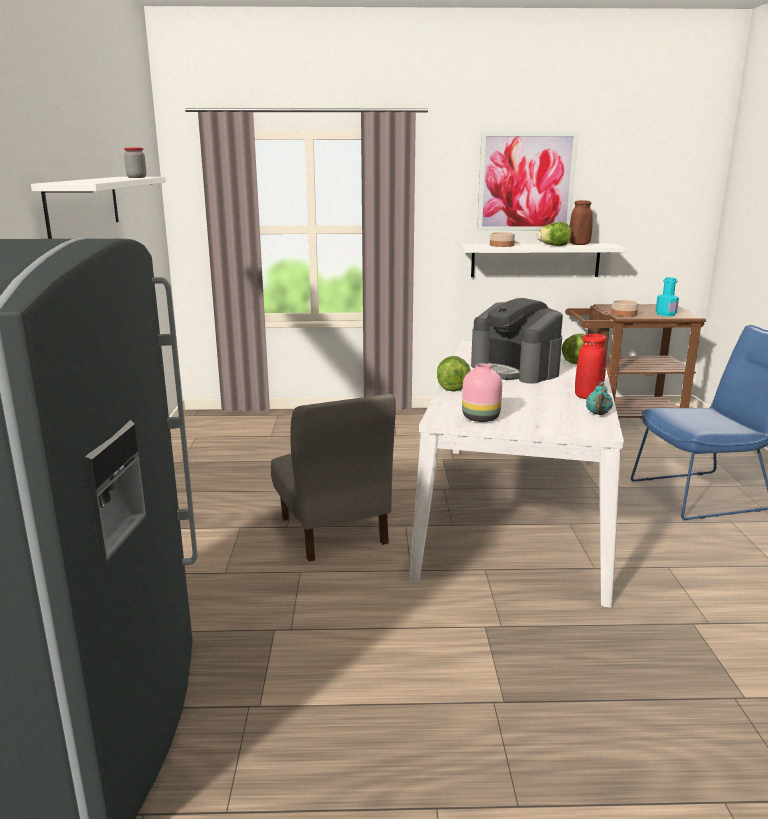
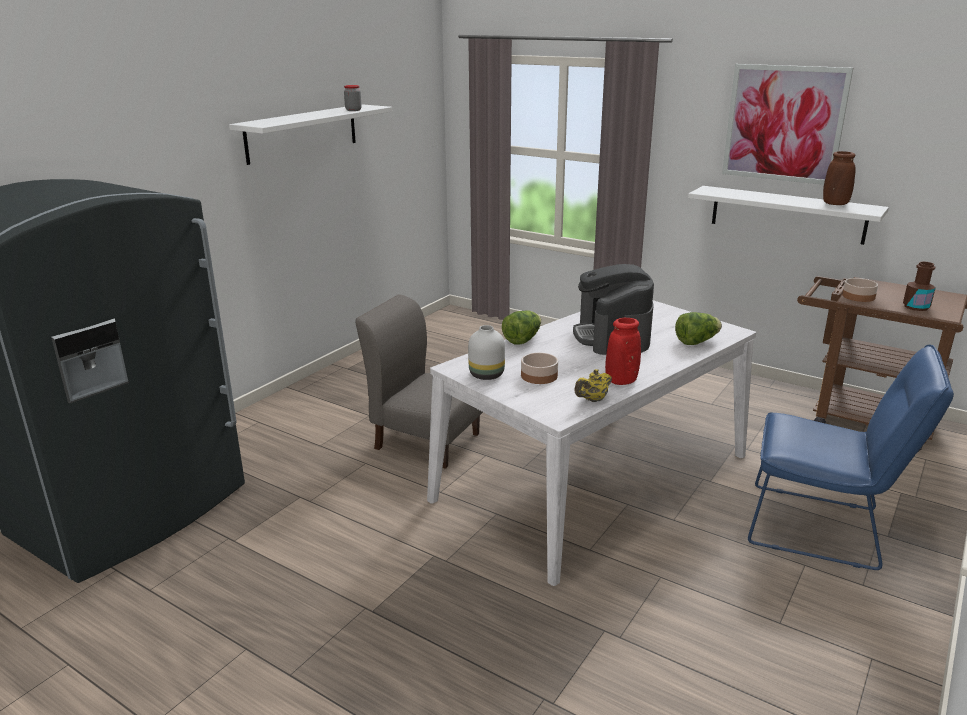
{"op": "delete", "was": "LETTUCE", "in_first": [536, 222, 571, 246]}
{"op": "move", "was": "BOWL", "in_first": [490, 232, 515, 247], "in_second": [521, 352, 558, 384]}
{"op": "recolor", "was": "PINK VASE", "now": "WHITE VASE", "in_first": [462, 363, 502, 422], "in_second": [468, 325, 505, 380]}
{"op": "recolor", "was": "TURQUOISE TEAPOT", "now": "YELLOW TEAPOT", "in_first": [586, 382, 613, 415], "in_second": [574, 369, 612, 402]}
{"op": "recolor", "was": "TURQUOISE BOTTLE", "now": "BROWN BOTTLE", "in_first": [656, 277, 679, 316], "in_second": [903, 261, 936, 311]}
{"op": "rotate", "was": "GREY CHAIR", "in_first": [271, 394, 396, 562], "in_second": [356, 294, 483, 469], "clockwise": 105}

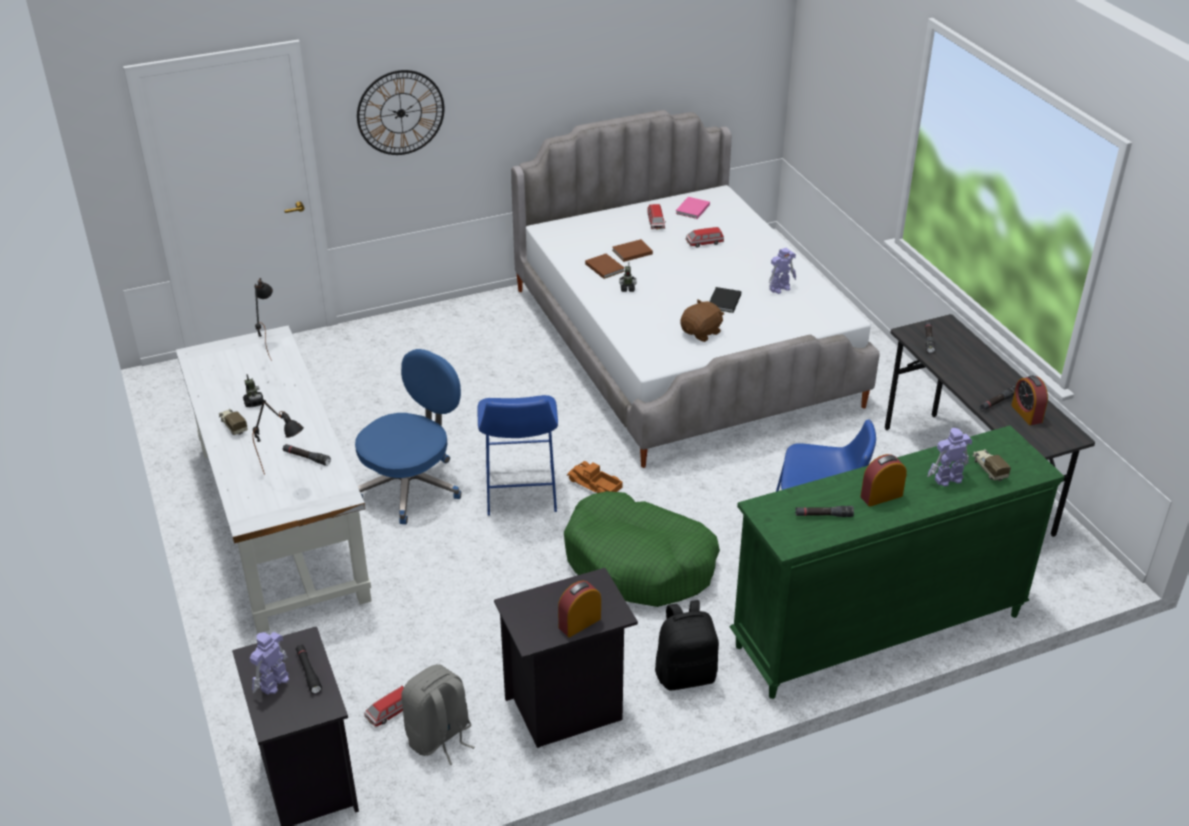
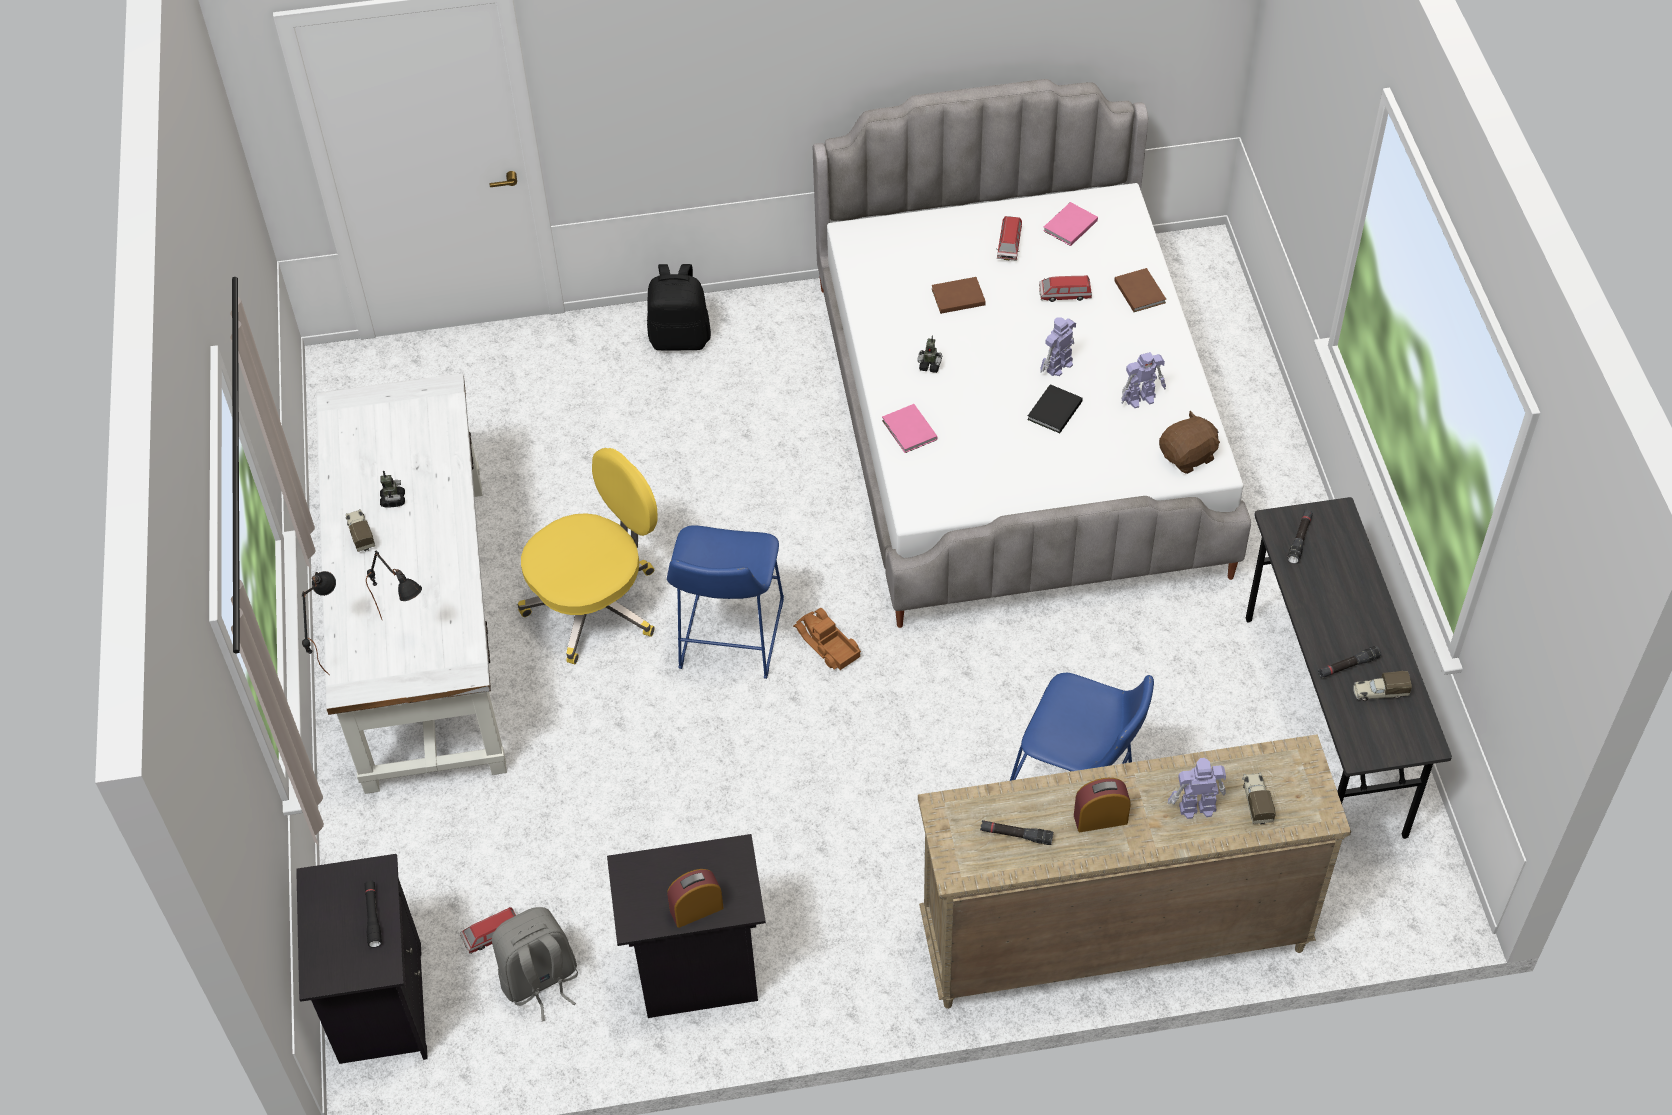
{"op": "delete", "was": "BLACK FLASHLIGHT", "in_first": [283, 444, 331, 466]}
{"op": "delete", "was": "WALL CLOCK", "in_first": [357, 70, 444, 155]}
{"op": "delete", "was": "GREEN DOG BED", "in_first": [564, 491, 720, 607]}
{"op": "insert", "now": "PINK BOOK", "in_second": [882, 404, 937, 453]}
{"op": "move", "was": "TOY ROBOT", "in_first": [250, 632, 289, 695], "in_second": [1040, 318, 1076, 376]}
{"op": "move", "was": "BLACK TABLE LAMP", "in_first": [255, 278, 273, 361], "in_second": [302, 571, 336, 675]}
{"op": "move", "was": "BROWN BOOK", "in_first": [585, 254, 625, 279], "in_second": [1114, 268, 1166, 312]}
{"op": "move", "was": "BLACK BACKPACK", "in_first": [655, 600, 719, 690], "in_second": [647, 264, 711, 350]}
{"op": "move", "was": "BROWN PLUSH TOY", "in_first": [680, 299, 724, 342], "in_second": [1159, 410, 1220, 474]}
{"op": "replace", "was": "ALARM CLOCK", "now": "TOY TRUCK", "in_first": [1011, 375, 1048, 425], "in_second": [1353, 671, 1412, 701]}
{"op": "recolor", "was": "BLUE OFFICE CHAIR", "now": "YELLOW OFFICE CHAIR", "in_first": [355, 349, 461, 524], "in_second": [518, 448, 658, 664]}
{"op": "recolor", "was": "GREEN DRESSER", "now": "BEIGE DRESSER", "in_first": [729, 425, 1065, 699], "in_second": [918, 734, 1351, 1009]}

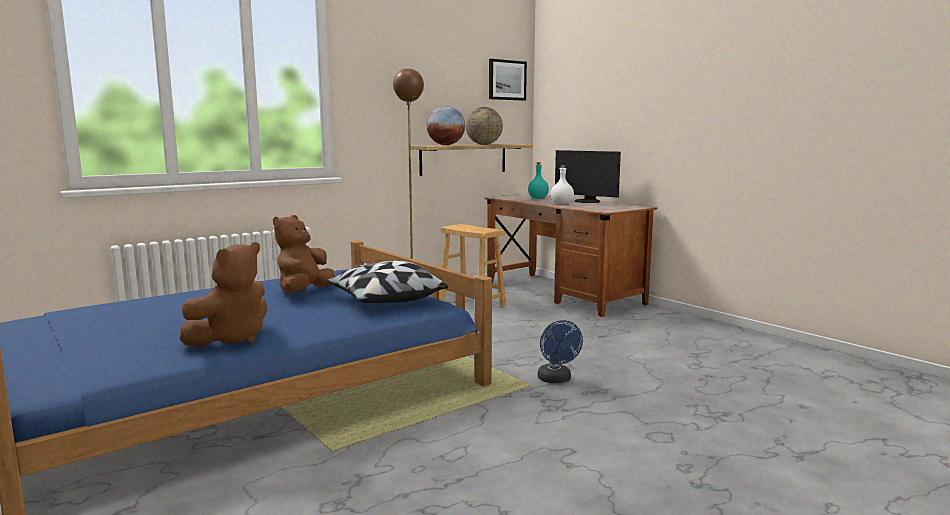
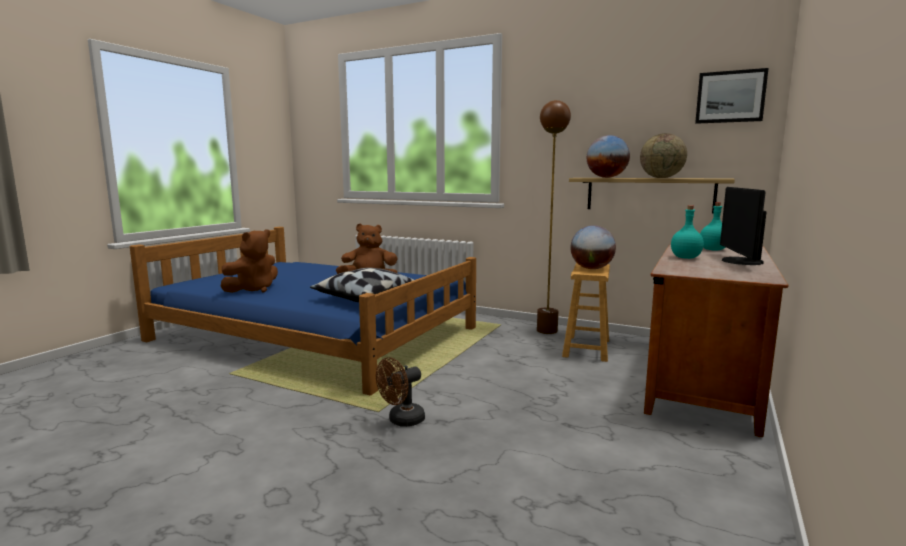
{"op": "insert", "now": "GLOBE", "in_second": [570, 225, 616, 269]}
{"op": "recolor", "was": "BLUE FAN", "now": "BROWN FAN", "in_first": [537, 320, 583, 383], "in_second": [376, 357, 425, 427]}
{"op": "recolor", "was": "WHITE BOTTLE", "now": "TURQUOISE BOTTLE", "in_first": [551, 165, 574, 205], "in_second": [671, 205, 704, 259]}
{"op": "rotate", "was": "BROWN PLUSH TOY", "in_first": [180, 242, 267, 347], "in_second": [221, 229, 278, 293], "clockwise": -60}

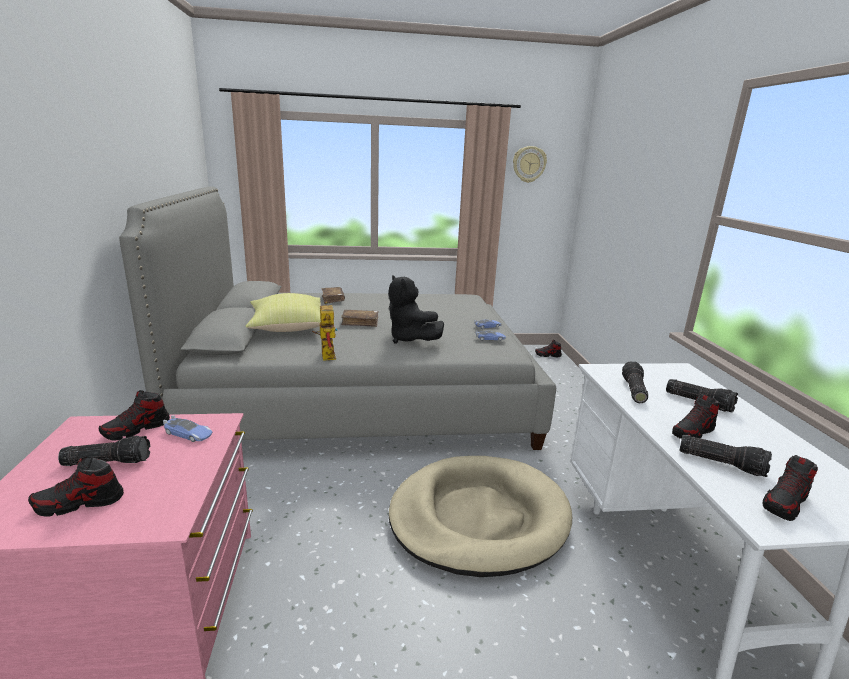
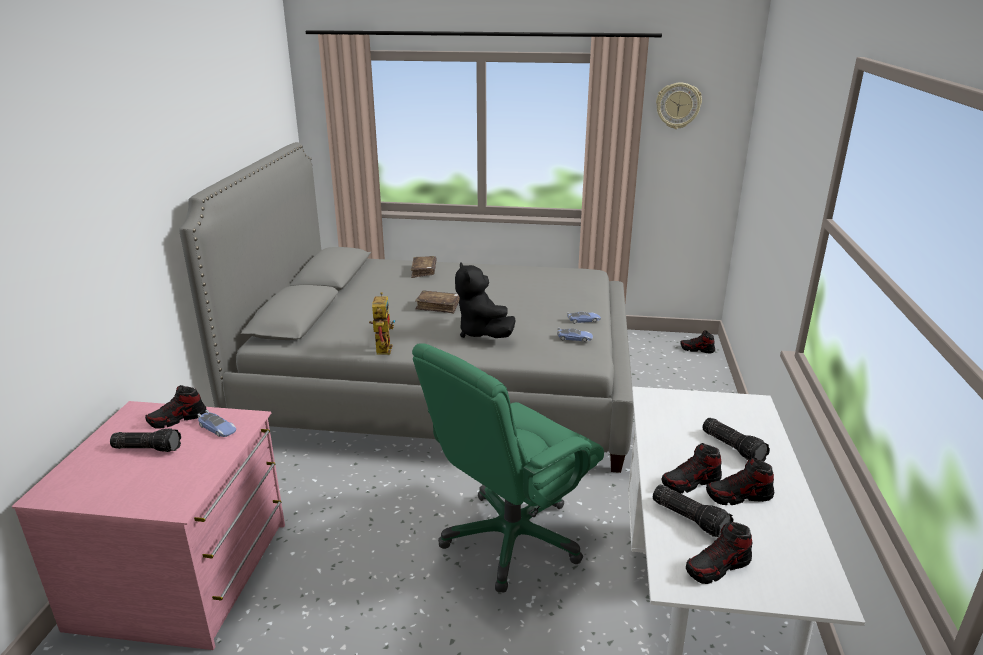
{"op": "delete", "was": "YELLOW PILLOW", "in_first": [246, 293, 321, 332]}
{"op": "delete", "was": "FLASHLIGHT", "in_first": [622, 361, 648, 403]}
{"op": "move", "was": "SHOE", "in_first": [28, 457, 124, 517], "in_second": [706, 457, 774, 505]}
{"op": "replace", "was": "BEIGE DOG BED", "now": "GREEN OFFICE CHAIR", "in_first": [388, 456, 572, 577], "in_second": [412, 343, 604, 593]}

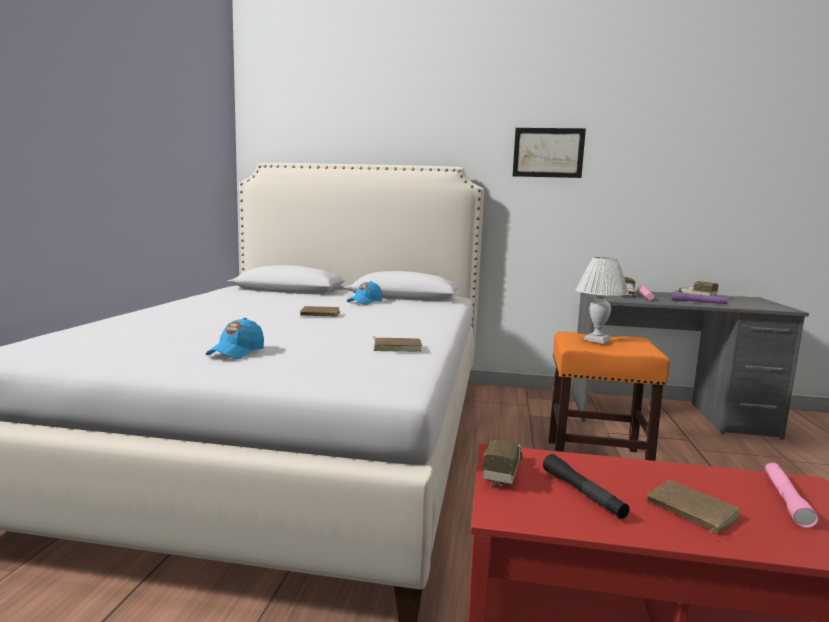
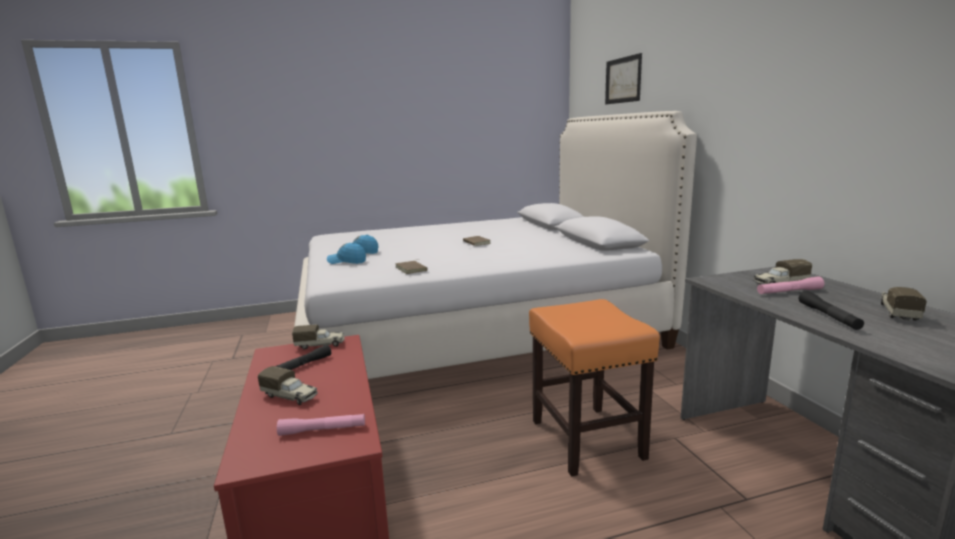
{"op": "delete", "was": "WHITE TABLE LAMP", "in_first": [576, 257, 629, 344]}
{"op": "move", "was": "BLUE CAP", "in_first": [347, 281, 382, 305], "in_second": [327, 242, 366, 264]}
{"op": "move", "was": "PICTURE", "in_first": [513, 128, 586, 178], "in_second": [605, 53, 642, 104]}
{"op": "replace", "was": "BROWN BOOK", "now": "TOY TRUCK", "in_first": [647, 480, 740, 533], "in_second": [258, 366, 318, 405]}
{"op": "recolor", "was": "PURPLE FLASHLIGHT", "now": "BLACK FLASHLIGHT", "in_first": [672, 292, 728, 304], "in_second": [799, 291, 864, 330]}

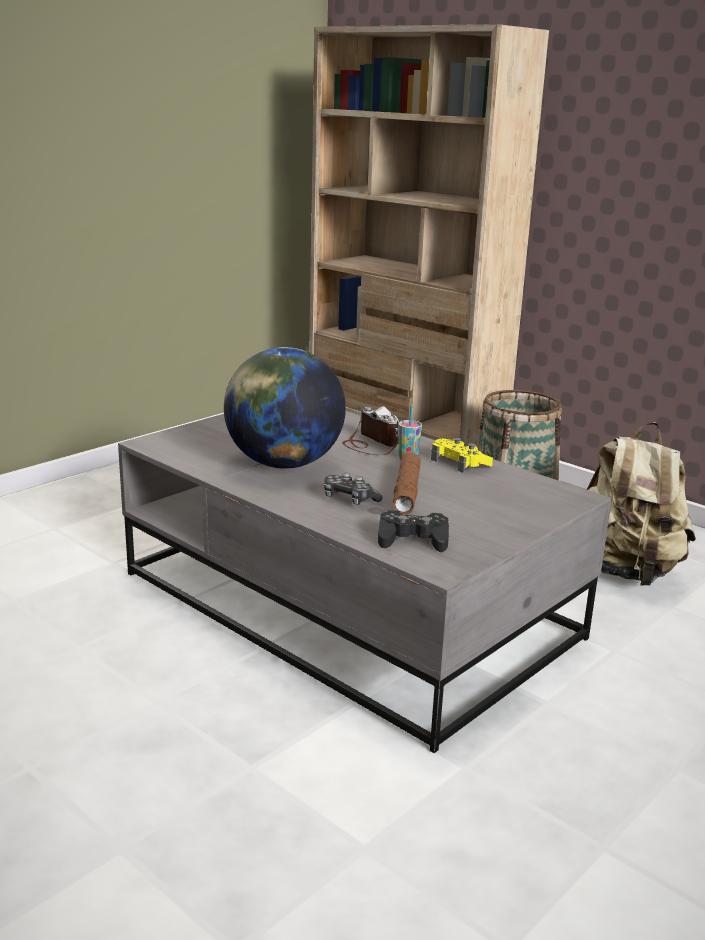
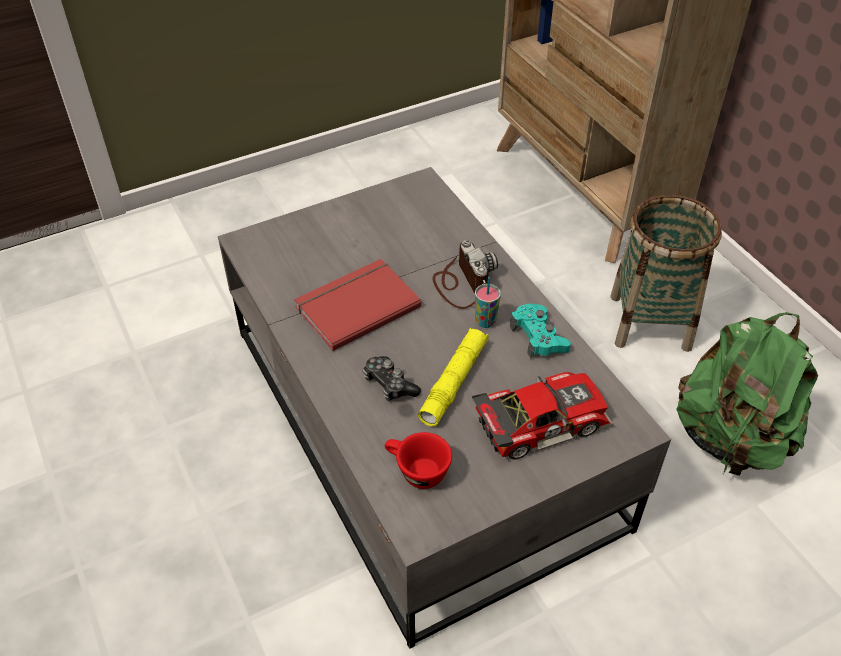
{"op": "insert", "now": "TOY CAR", "in_second": [472, 372, 614, 460]}
{"op": "replace", "was": "GLOBE", "now": "RED BOOK", "in_first": [224, 347, 346, 469], "in_second": [294, 259, 421, 351]}
{"op": "replace", "was": "BLACK GAME CONTROLLER", "now": "RED CUP", "in_first": [378, 510, 449, 552], "in_second": [385, 432, 452, 489]}
{"op": "recolor", "was": "BROWN FLASHLIGHT", "now": "YELLOW FLASHLIGHT", "in_first": [393, 453, 421, 515], "in_second": [418, 328, 489, 426]}
{"op": "recolor", "was": "YELLOW GAME CONTROLLER", "now": "TURQUOISE GAME CONTROLLER", "in_first": [431, 438, 493, 473], "in_second": [510, 303, 571, 358]}
{"op": "recolor", "was": "BEIGE BACKPACK", "now": "GREEN BACKPACK", "in_first": [587, 422, 696, 586], "in_second": [676, 312, 818, 476]}

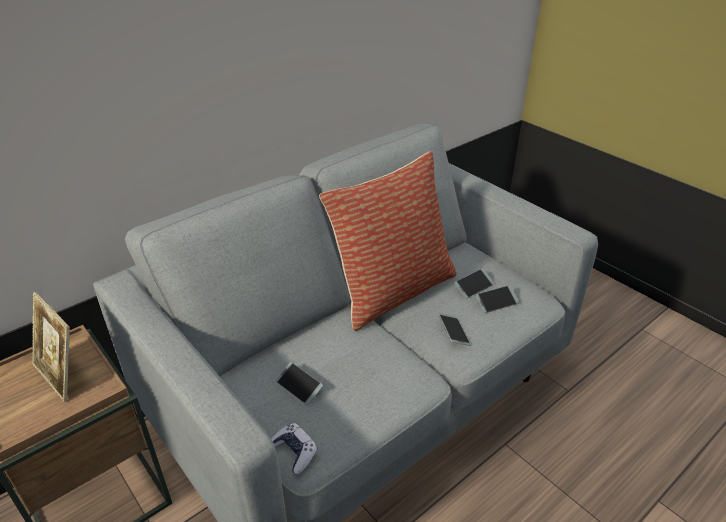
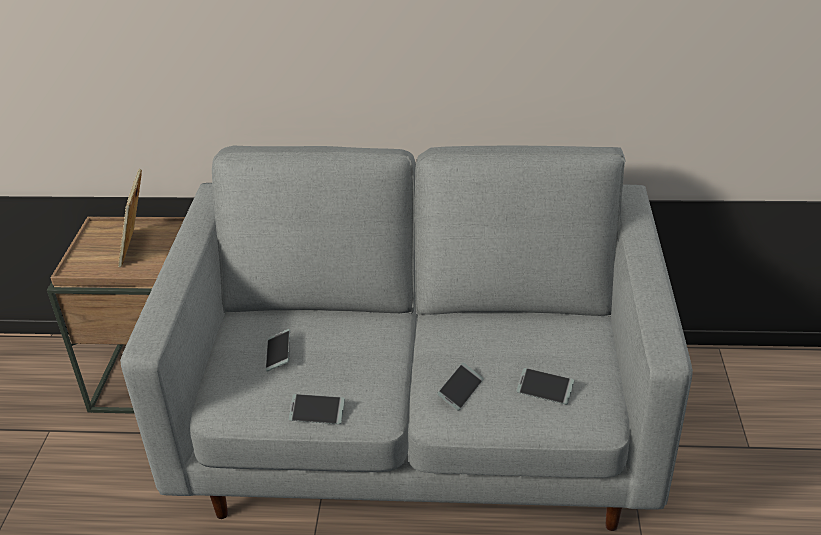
{"op": "delete", "was": "GAME CONTROLLER", "in_first": [271, 423, 317, 474]}
{"op": "delete", "was": "PILLOW", "in_first": [319, 151, 456, 331]}
{"op": "move", "was": "PHONE", "in_first": [455, 268, 494, 299], "in_second": [289, 394, 345, 424]}

